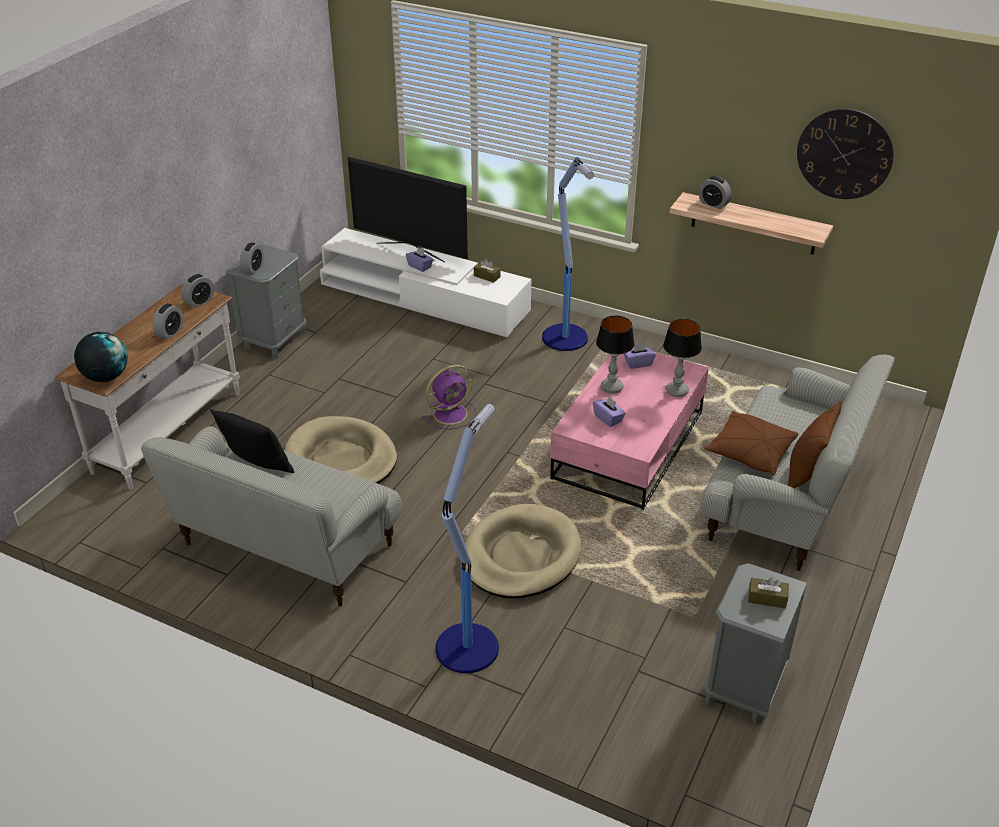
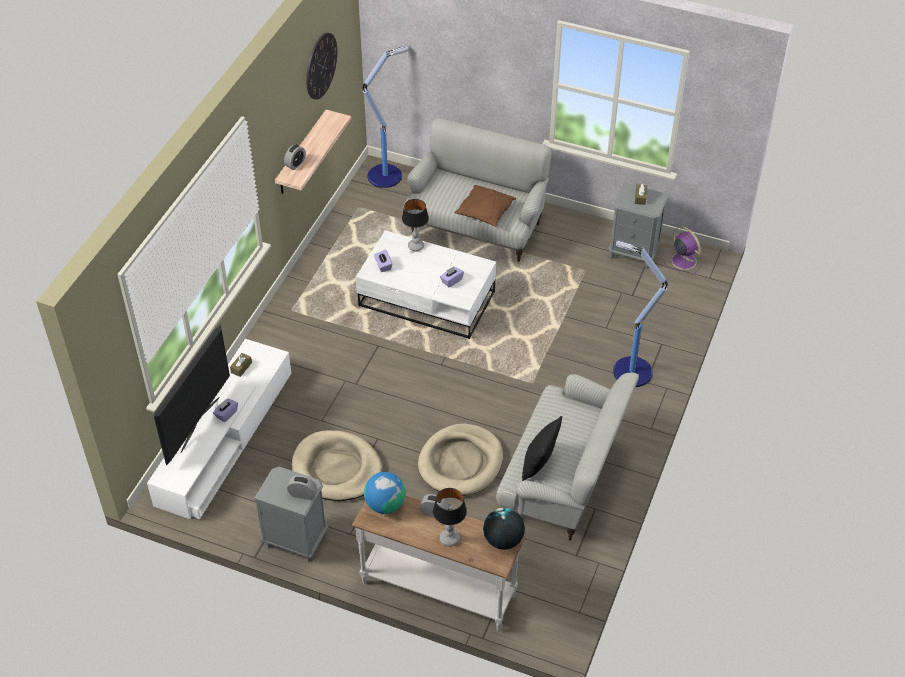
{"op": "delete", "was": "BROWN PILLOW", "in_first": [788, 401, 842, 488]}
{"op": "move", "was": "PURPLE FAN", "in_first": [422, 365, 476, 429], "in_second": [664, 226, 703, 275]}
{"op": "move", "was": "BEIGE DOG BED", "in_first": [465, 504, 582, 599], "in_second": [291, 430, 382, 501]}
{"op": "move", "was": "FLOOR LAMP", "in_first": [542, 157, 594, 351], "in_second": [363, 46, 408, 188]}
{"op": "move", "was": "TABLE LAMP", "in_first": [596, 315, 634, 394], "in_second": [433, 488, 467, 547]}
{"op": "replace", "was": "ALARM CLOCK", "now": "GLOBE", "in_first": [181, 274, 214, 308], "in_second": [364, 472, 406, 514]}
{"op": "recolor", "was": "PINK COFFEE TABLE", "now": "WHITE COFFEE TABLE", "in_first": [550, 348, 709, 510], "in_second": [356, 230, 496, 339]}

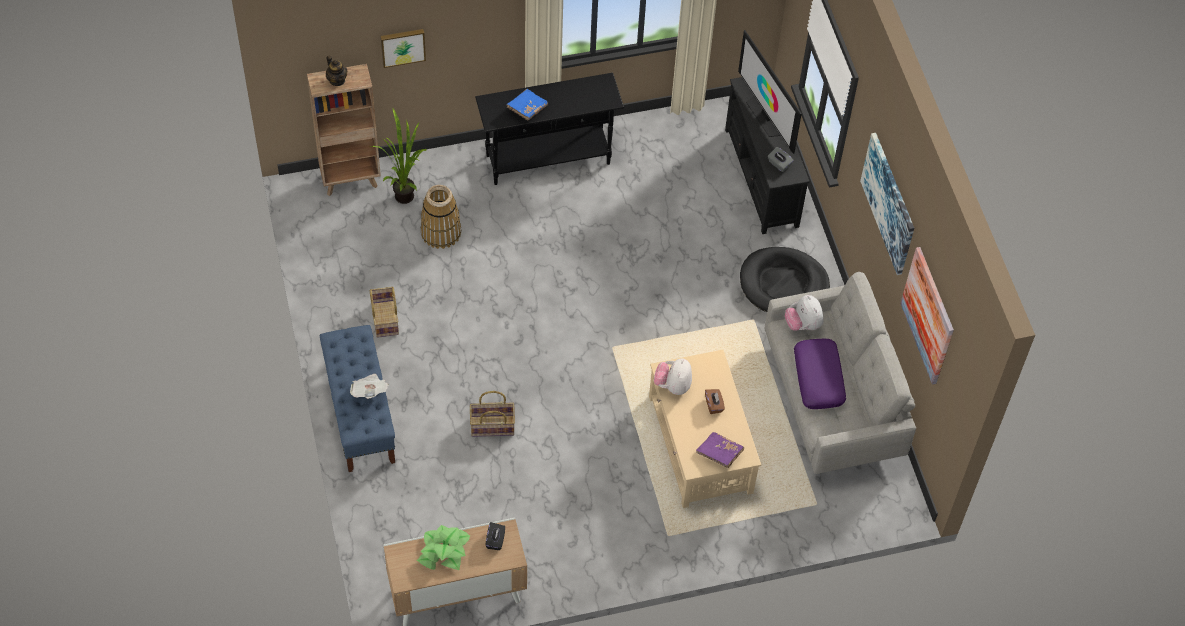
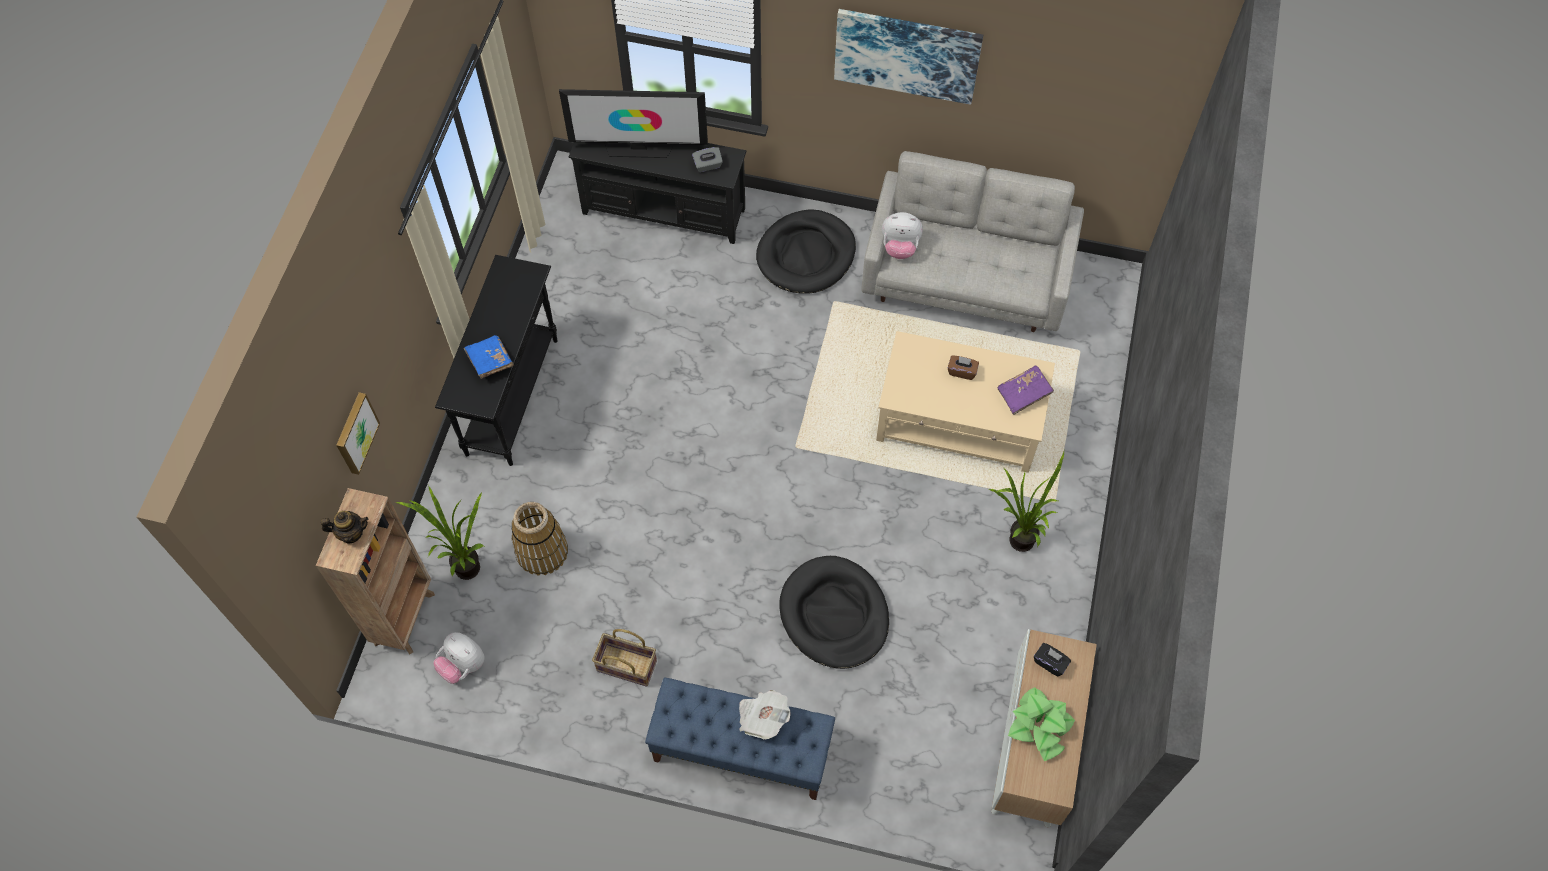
{"op": "delete", "was": "PURPLE PILLOW", "in_first": [794, 339, 846, 409]}
{"op": "delete", "was": "PICTURE", "in_first": [900, 247, 954, 385]}
{"op": "insert", "now": "POTTED PLANT", "in_second": [988, 452, 1064, 552]}
{"op": "move", "was": "PLUSH TOY", "in_first": [654, 358, 692, 395], "in_second": [433, 632, 484, 684]}
{"op": "replace", "was": "BASKET", "now": "BLACK DOG BED", "in_first": [470, 391, 515, 437], "in_second": [779, 556, 889, 669]}

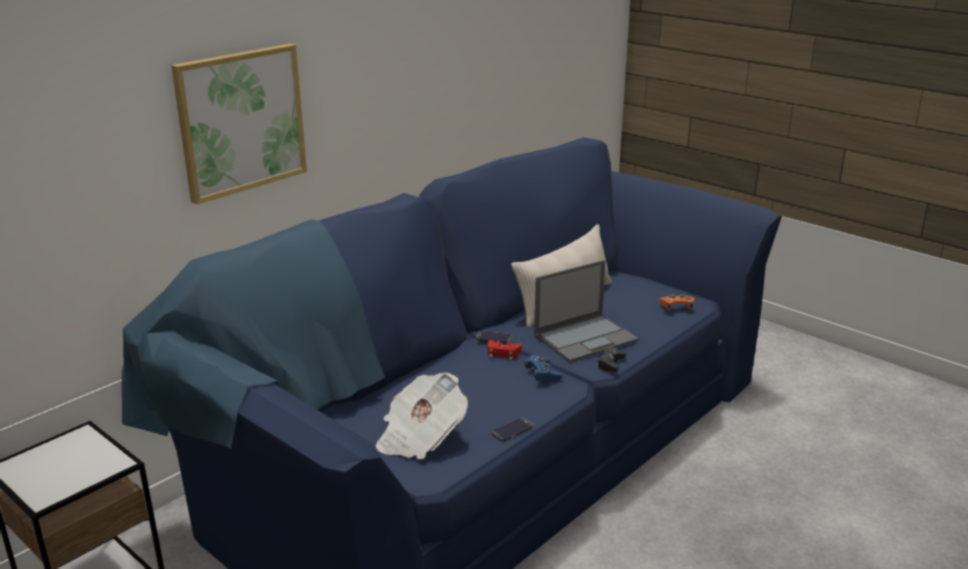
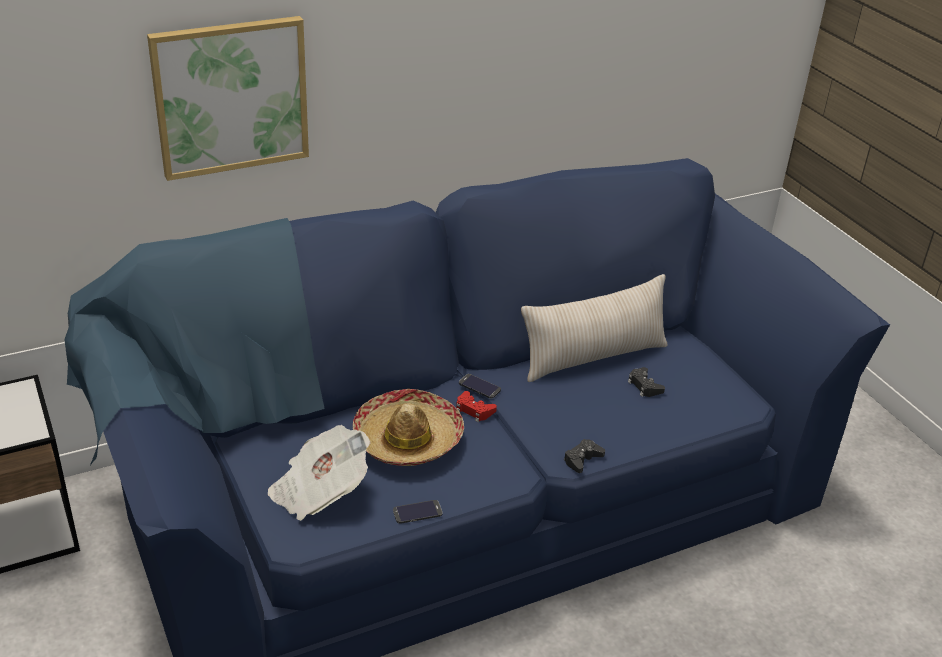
{"op": "delete", "was": "BLUE GAME CONTROLLER", "in_first": [524, 355, 562, 382]}
{"op": "delete", "was": "LAPTOP", "in_first": [534, 260, 639, 362]}
{"op": "delete", "was": "ORANGE GAME CONTROLLER", "in_first": [659, 294, 694, 311]}
{"op": "insert", "now": "HAT", "in_second": [353, 389, 464, 466]}
{"op": "insert", "now": "BLACK GAME CONTROLLER", "in_second": [628, 367, 665, 397]}

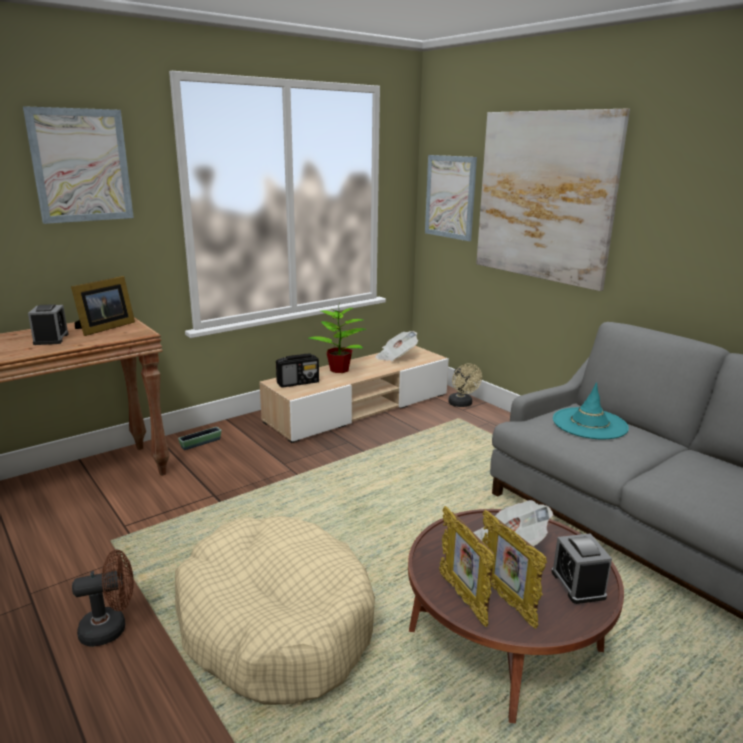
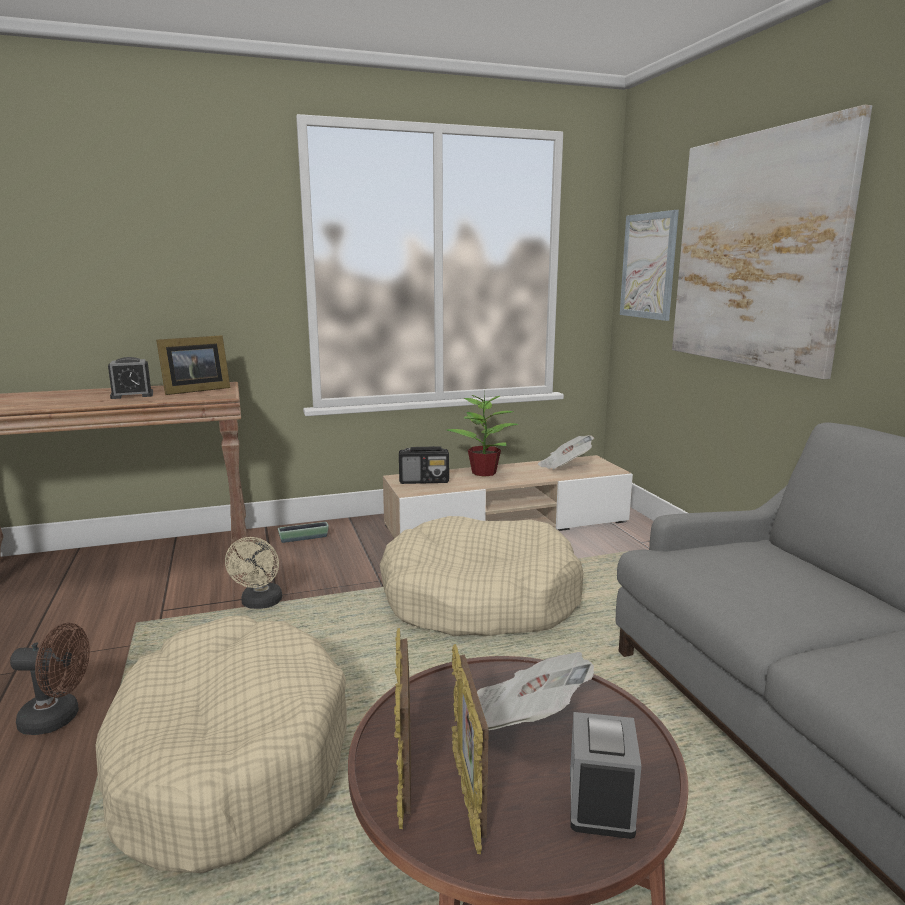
{"op": "delete", "was": "PICTURE", "in_first": [23, 106, 134, 224]}
{"op": "delete", "was": "TURQUOISE HAT", "in_first": [553, 382, 629, 439]}
{"op": "insert", "now": "BEIGE DOG BED", "in_second": [380, 516, 584, 636]}
{"op": "move", "was": "BEIGE FAN", "in_first": [448, 363, 482, 407], "in_second": [225, 537, 282, 609]}
{"op": "rotate", "was": "ALARM CLOCK", "in_first": [28, 304, 69, 345], "in_second": [108, 357, 153, 399], "clockwise": 60}

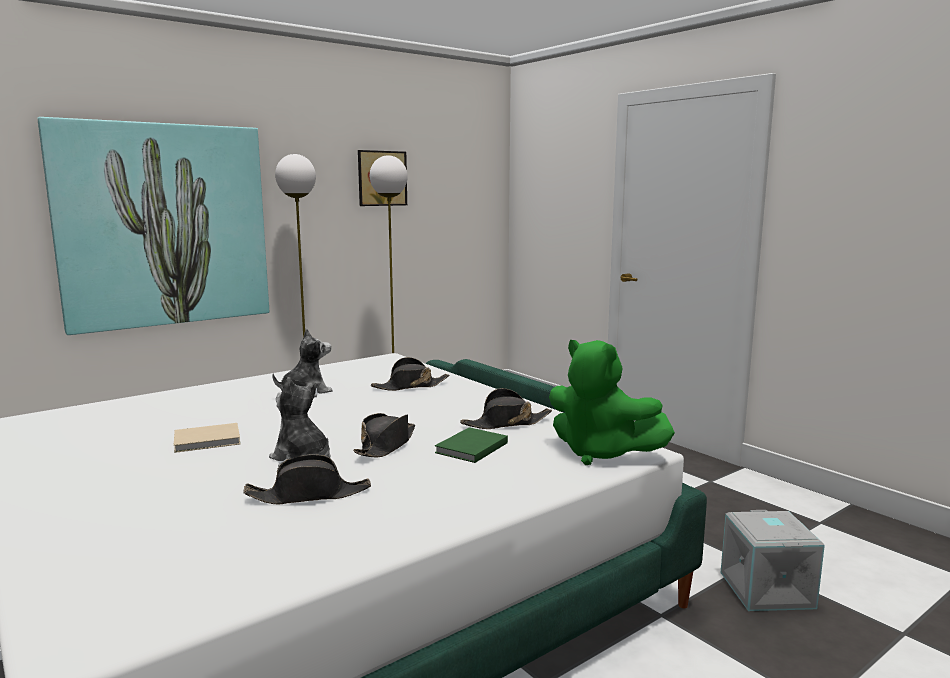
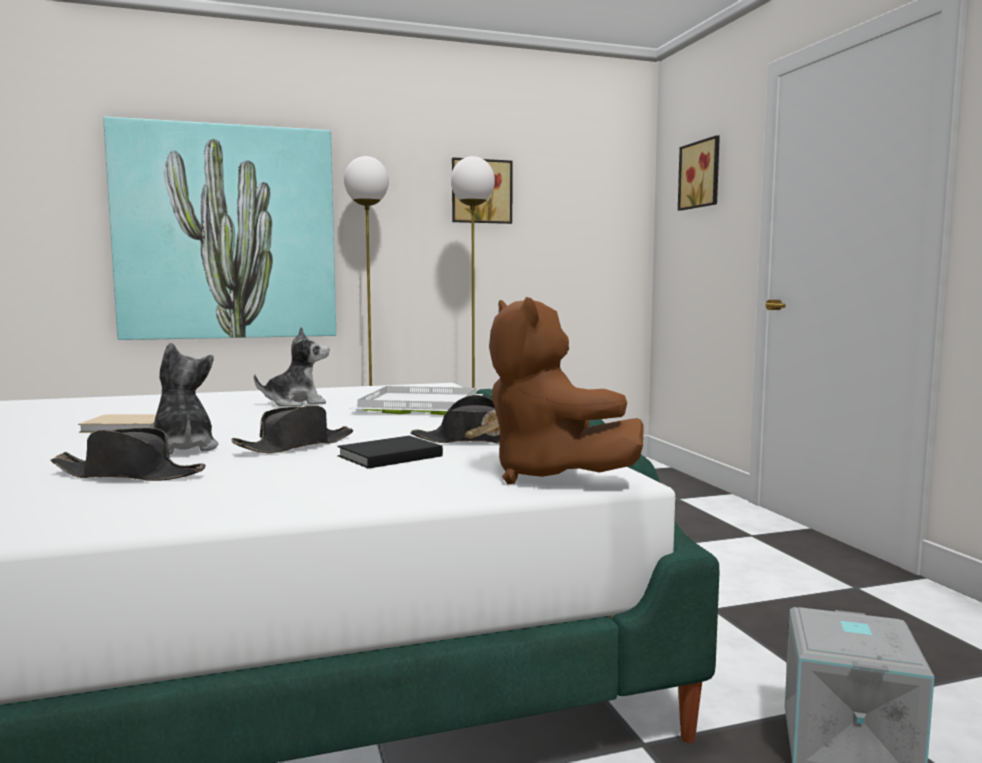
{"op": "insert", "now": "PICTURE", "in_second": [678, 135, 720, 211]}
{"op": "replace", "was": "BLACK HAT", "now": "WHITE TRAY", "in_first": [371, 357, 449, 391], "in_second": [348, 386, 483, 415]}
{"op": "recolor", "was": "GREEN BOOK", "now": "BLACK BOOK", "in_first": [435, 427, 508, 463], "in_second": [338, 436, 443, 469]}
{"op": "recolor", "was": "GREEN PLUSH TOY", "now": "BROWN PLUSH TOY", "in_first": [549, 340, 675, 465], "in_second": [489, 297, 644, 484]}

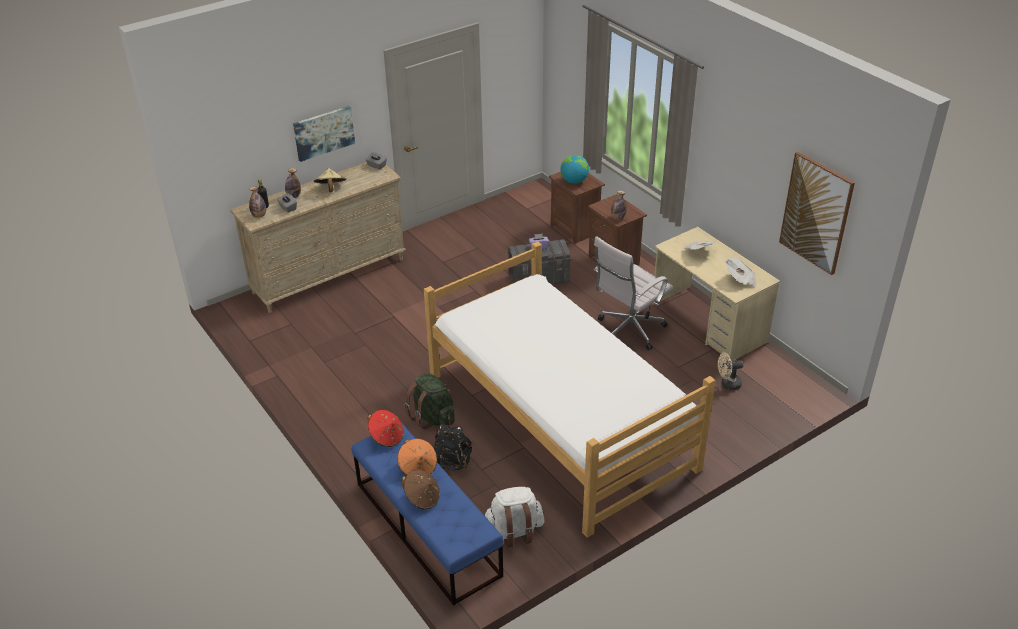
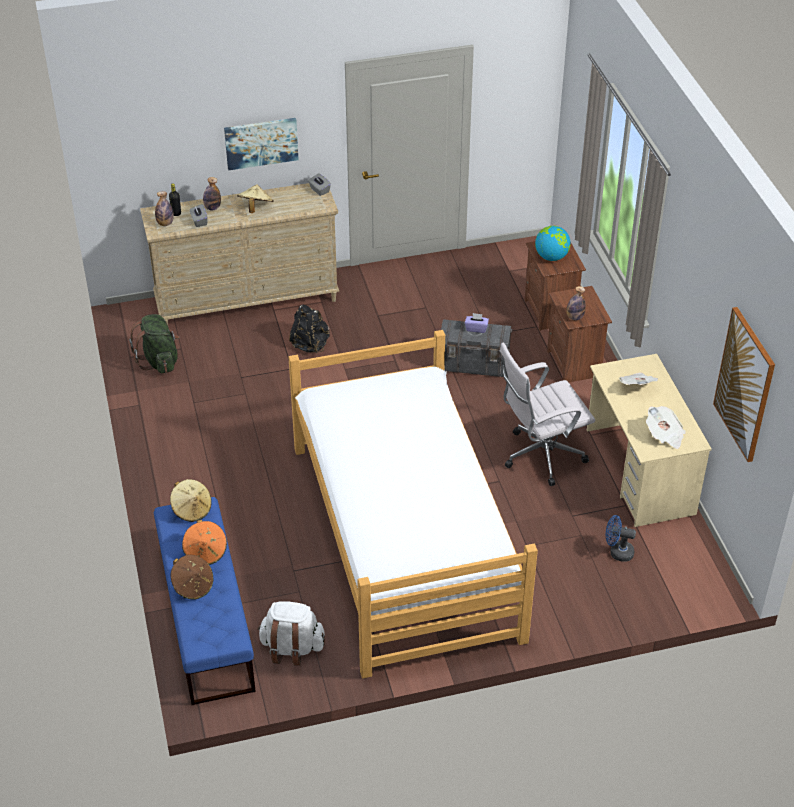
{"op": "move", "was": "GREEN BACKPACK", "in_first": [405, 373, 455, 429], "in_second": [129, 314, 179, 373]}
{"op": "move", "was": "BLACK BACKPACK", "in_first": [434, 424, 472, 471], "in_second": [289, 305, 330, 353]}
{"op": "recolor", "was": "RED HAT", "now": "BEIGE HAT", "in_first": [367, 410, 404, 447], "in_second": [170, 479, 212, 522]}
{"op": "recolor", "was": "BEIGE FAN", "now": "BLUE FAN", "in_first": [718, 353, 744, 390], "in_second": [606, 515, 636, 562]}

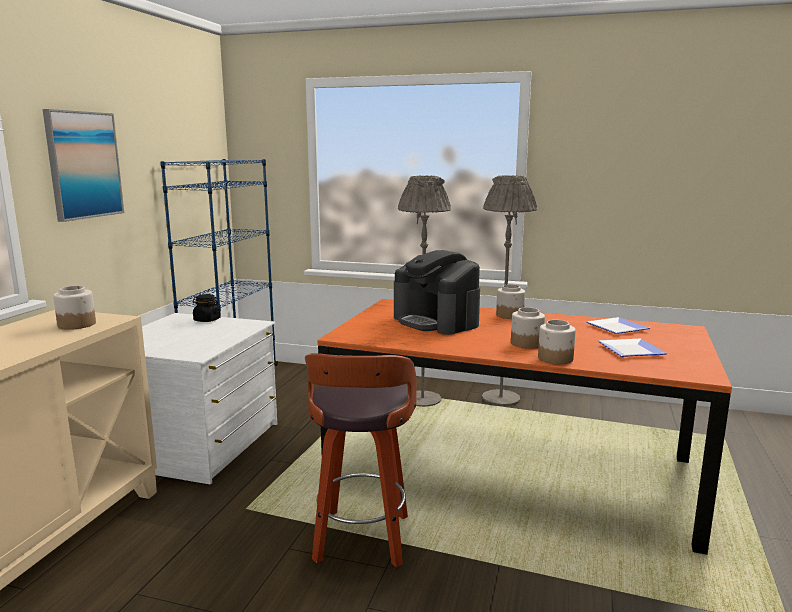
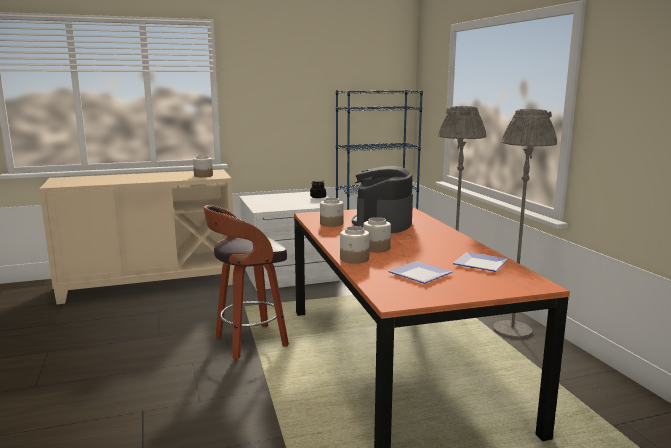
{"op": "delete", "was": "PICTURE", "in_first": [43, 109, 124, 222]}
{"op": "move", "was": "JAR", "in_first": [496, 284, 525, 319], "in_second": [320, 198, 343, 227]}

